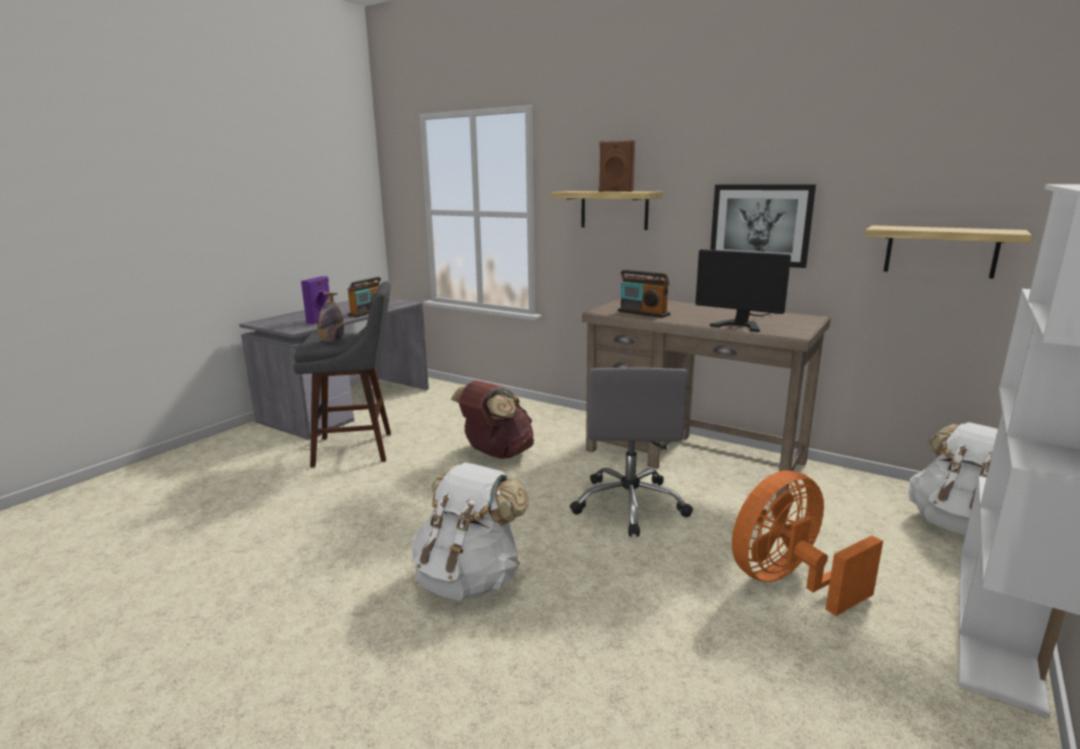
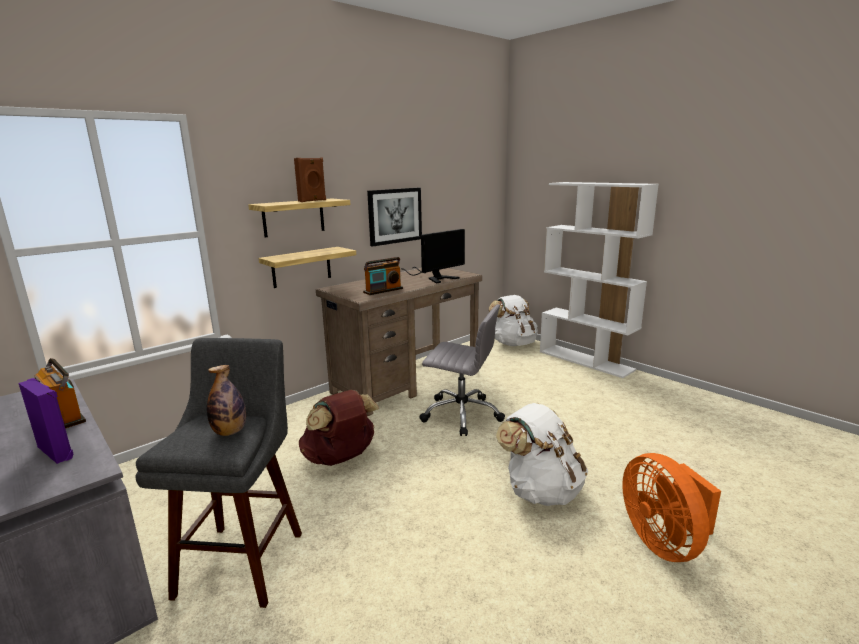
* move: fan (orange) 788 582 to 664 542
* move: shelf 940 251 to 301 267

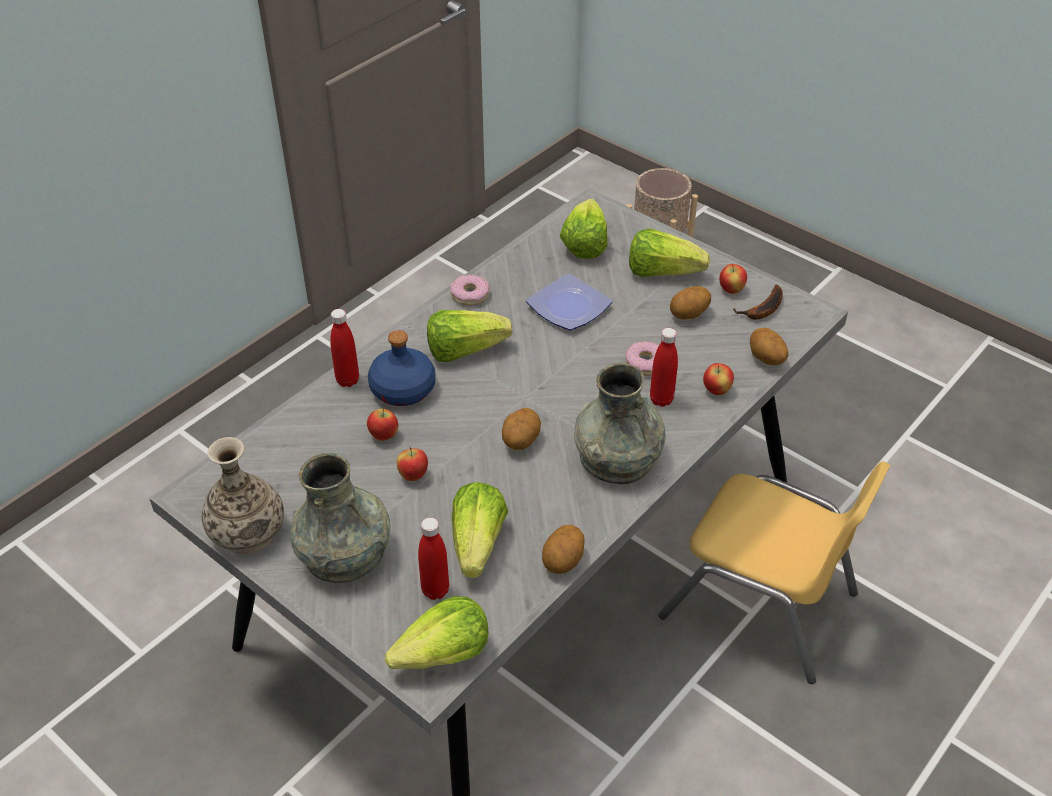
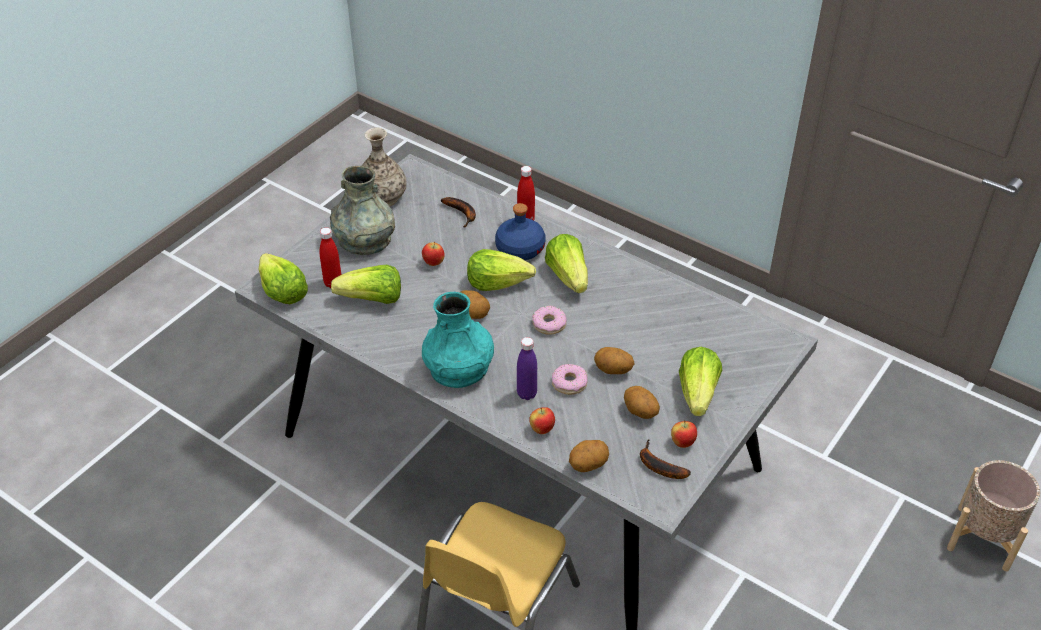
* delete: apple 383 436
* delete: plate 569 308
* insert: banana 462 213
* move: donut 470 295 to 549 324
* move: potato 563 561 to 613 370
* move: lettuce 584 244 to 498 282
* recolor: vase (grey) 617 457 to vase (turquoise) 459 368
* recolor: bottle (red) 661 399 to bottle (purple) 526 394

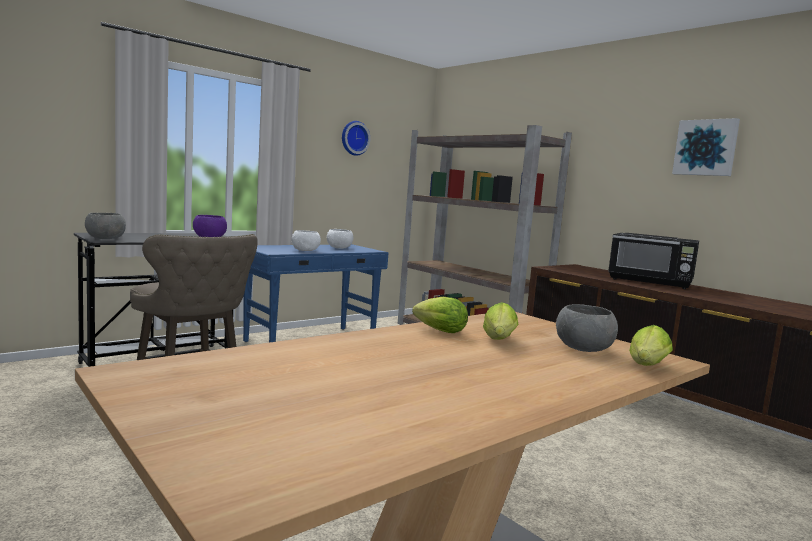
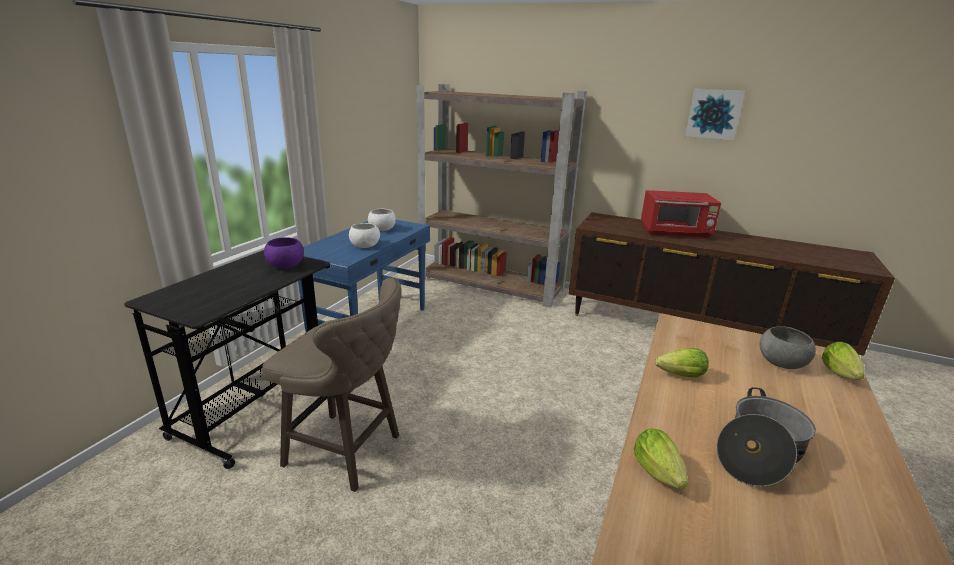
* delete: bowl (grey) 106 238
* delete: wall clock 354 138
* insert: cooking pot 758 454
* move: lettuce 498 341 to 659 476
* recolor: microwave (black) 651 282 to microwave (red) 675 232

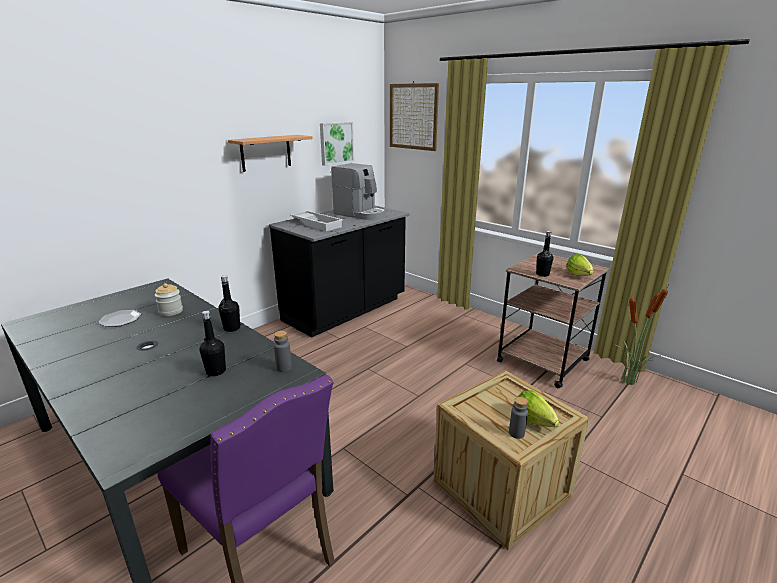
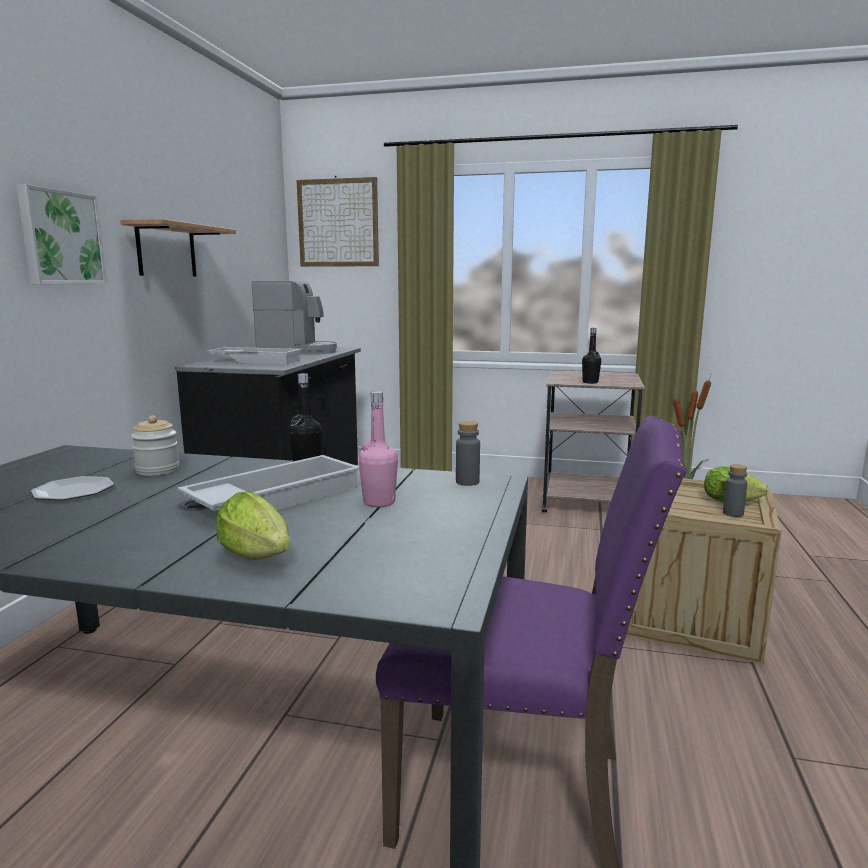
* insert: tray (white) 275 497
* move: picture 336 143 to 60 238
* move: lettuce 580 276 to 259 558
* recolor: bottle (black) 216 371 to bottle (pink) 379 502

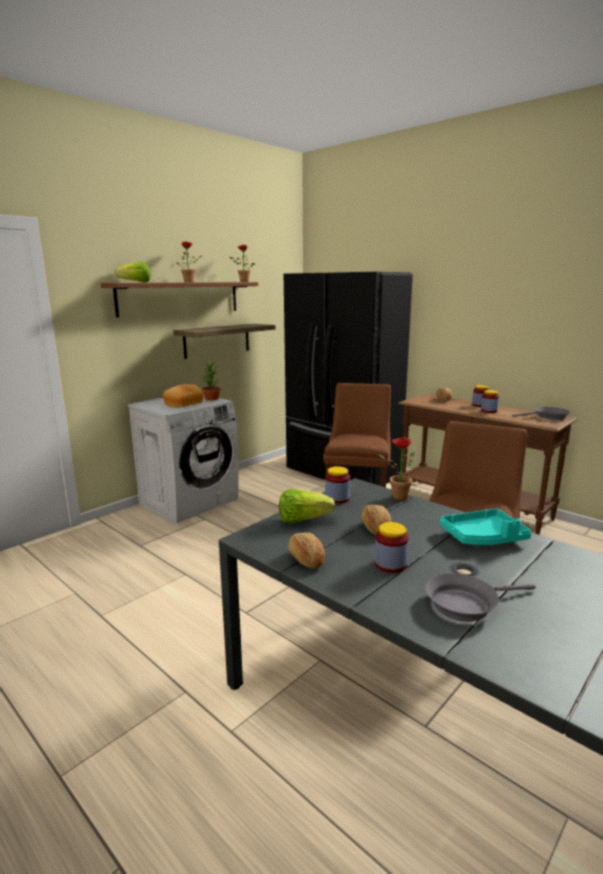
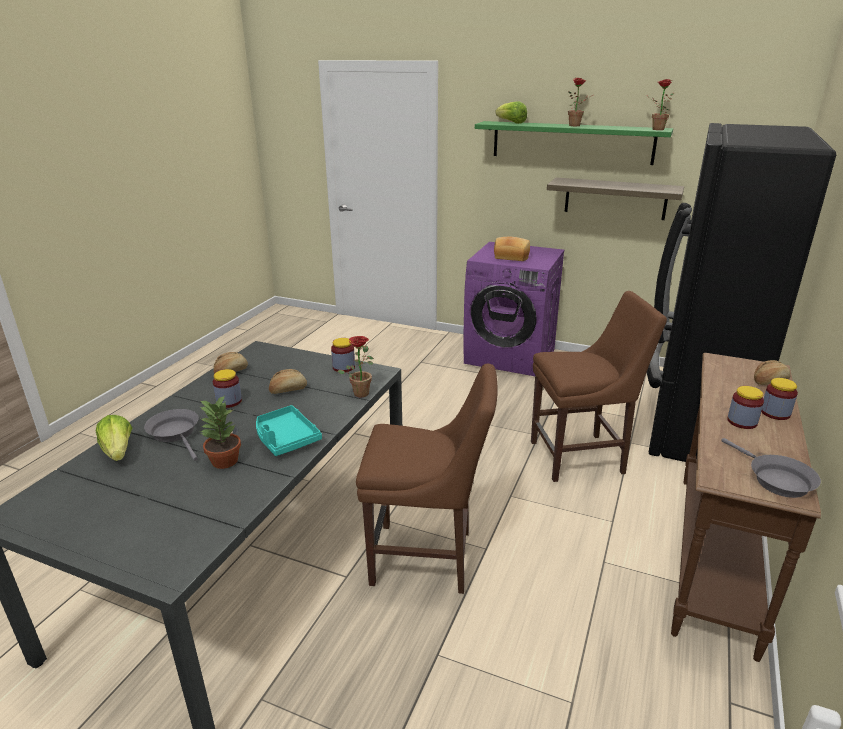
* move: potted plant 211 399 to 224 461
* move: lettuce 303 520 to 118 451
* recolor: shelf (brown) 180 298 to shelf (green) 571 142
* recolor: washing machine (white) 189 504 to washing machine (purple) 510 359

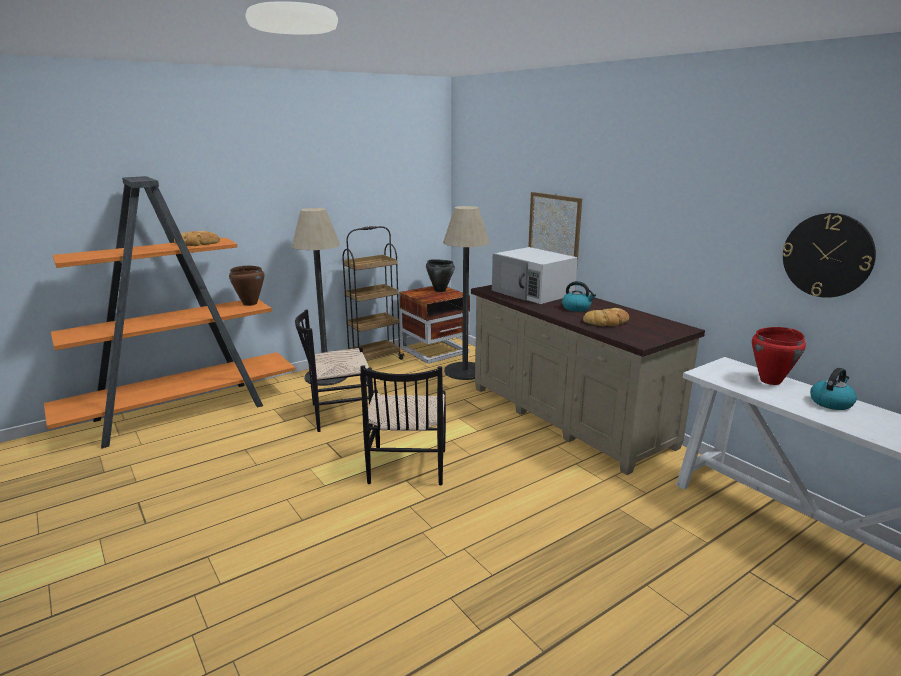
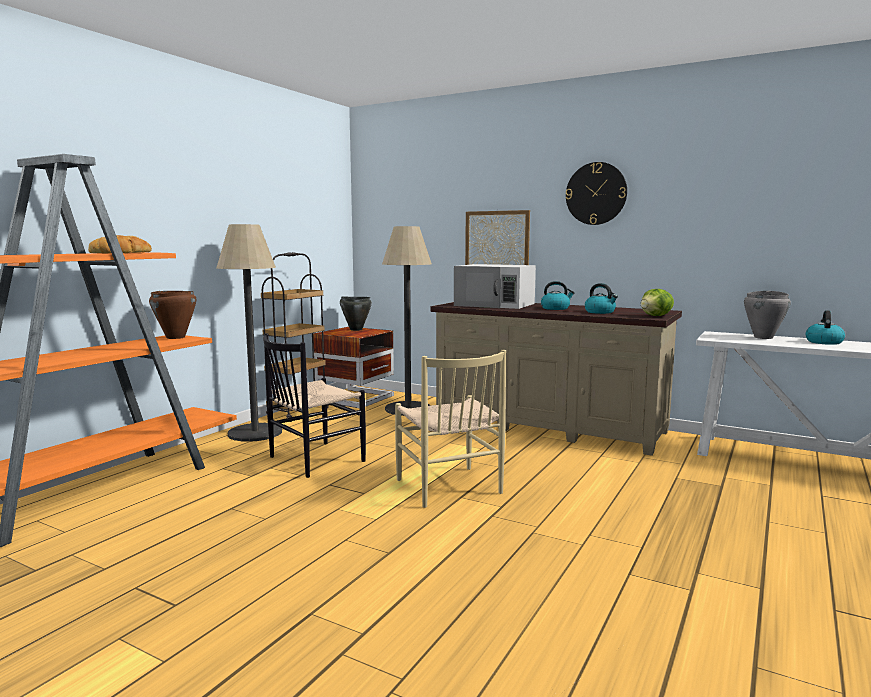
* insert: lettuce 656 316
* move: wall clock 827 255 to 596 193
* replace: bread 607 322 to kettle 600 312
* recolor: chair (black) 407 469 to chair (beige) 450 489
* recolor: cooking pot (red) 771 381 to cooking pot (grey) 763 337

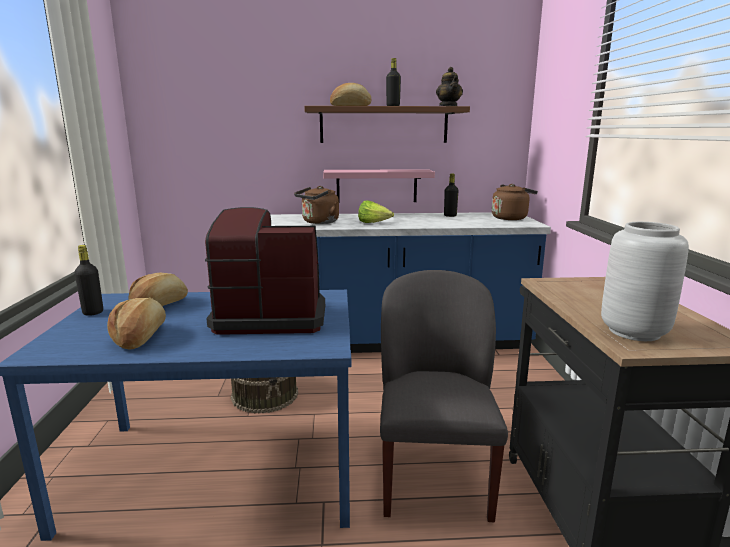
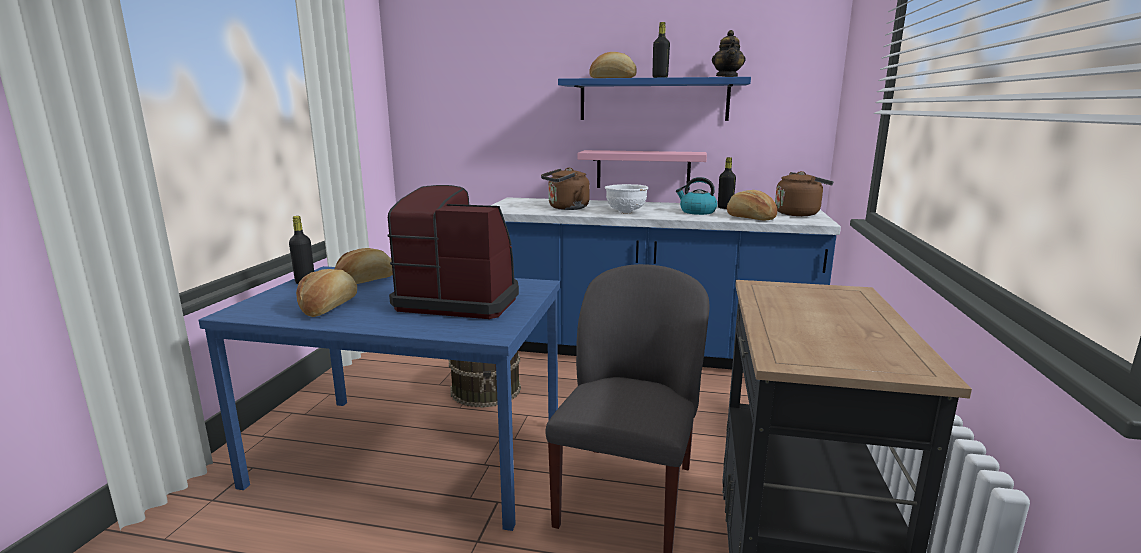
* delete: vase (grey) 634 332
* insert: kettle 697 212
* insert: bread 750 217
* replace: lettuce 373 223 to bowl (white) 625 212
* recolor: shelf (brown) 384 125 to shelf (blue) 653 100

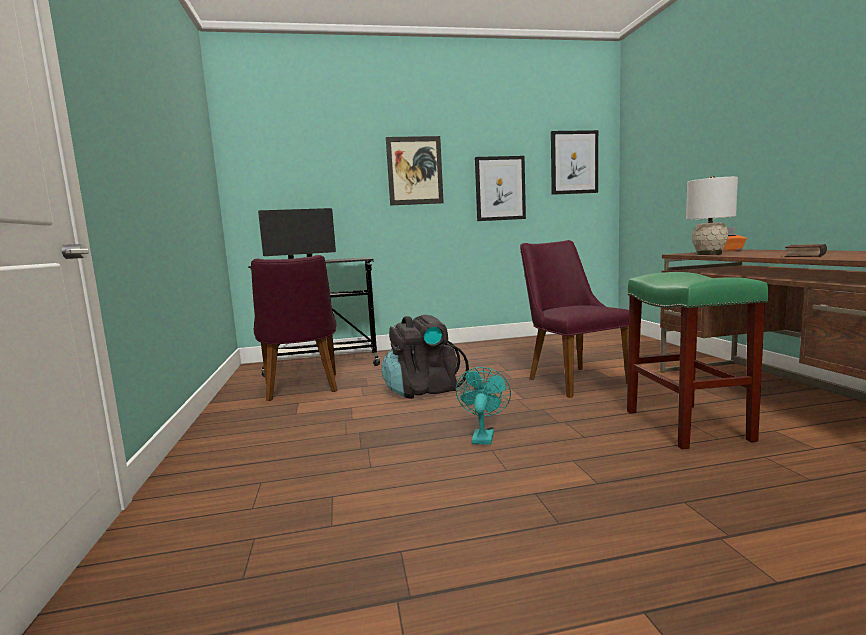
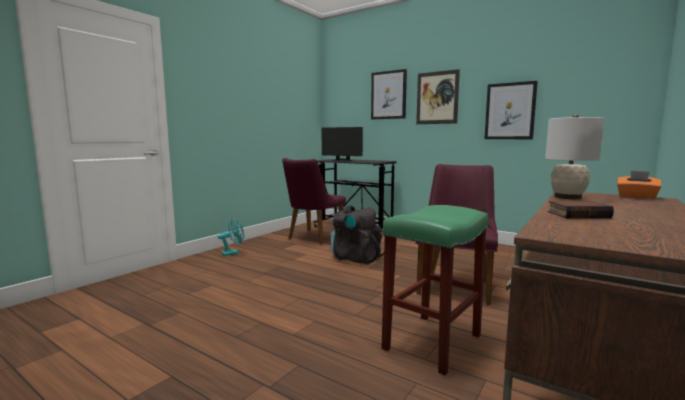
* move: fan (turquoise) 483 436 to 233 253
* move: picture 574 162 to 388 95

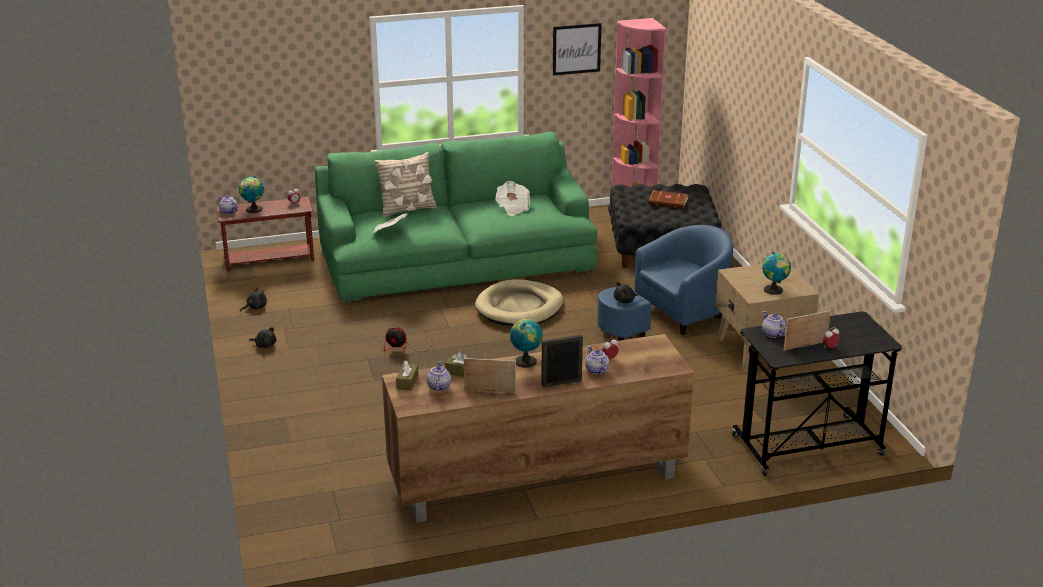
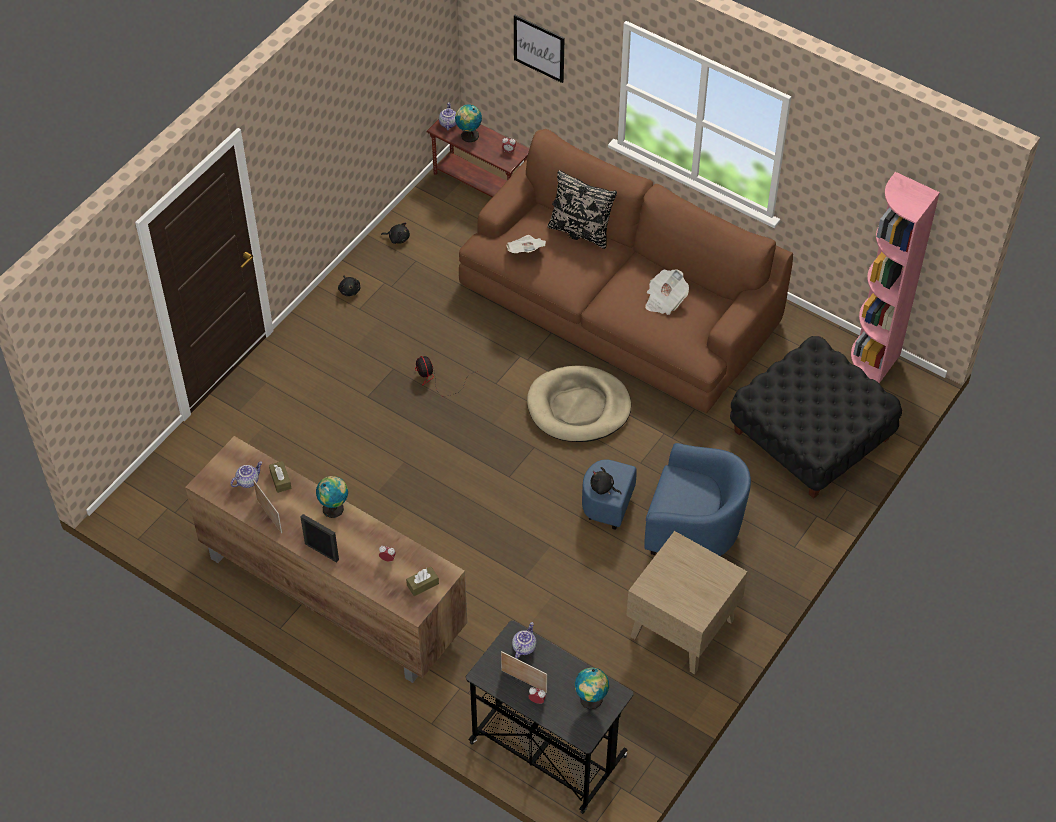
* delete: teapot 596 370
* delete: book (brown) 668 201
* move: tissue box (brown) 407 382 to 422 584
* move: picture 576 49 to 539 48
* move: globe 774 290 to 591 700
* recolor: sofa (green) 456 259 to sofa (brown) 619 303
* recolor: pillow (beige) 407 210 to pillow (black) 580 232

